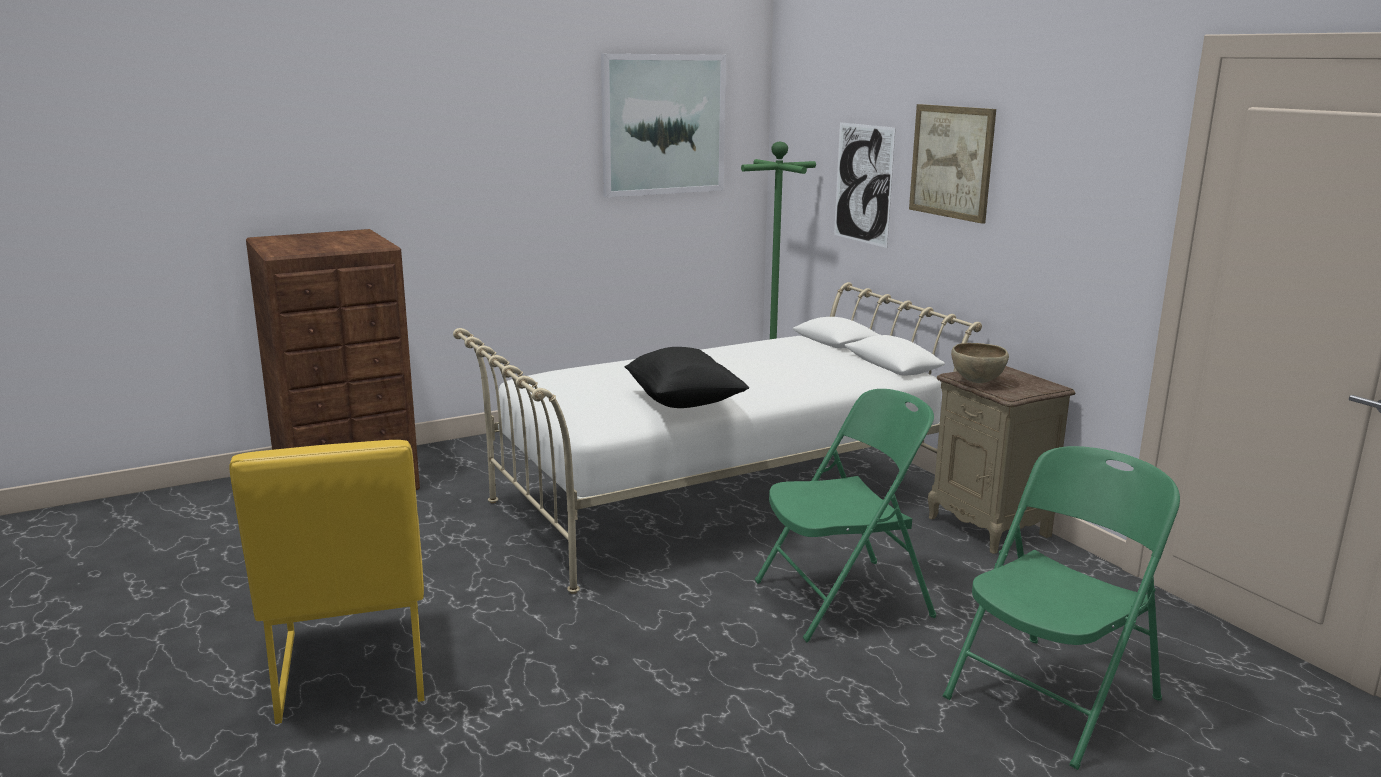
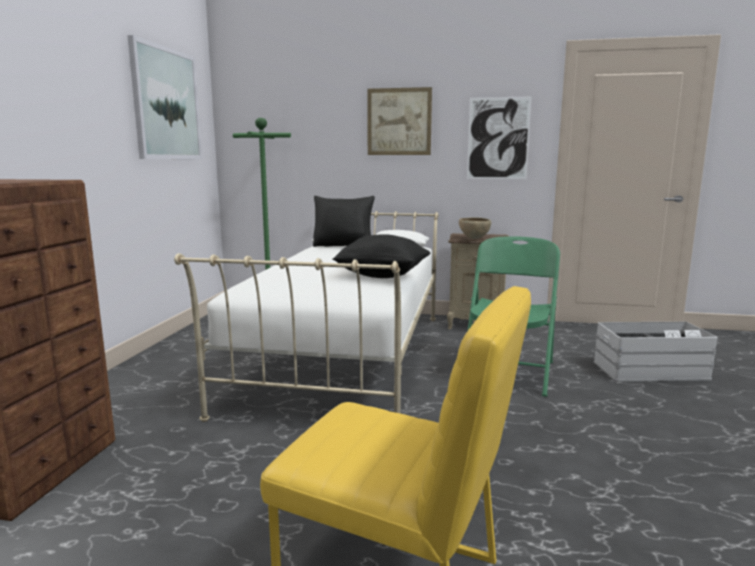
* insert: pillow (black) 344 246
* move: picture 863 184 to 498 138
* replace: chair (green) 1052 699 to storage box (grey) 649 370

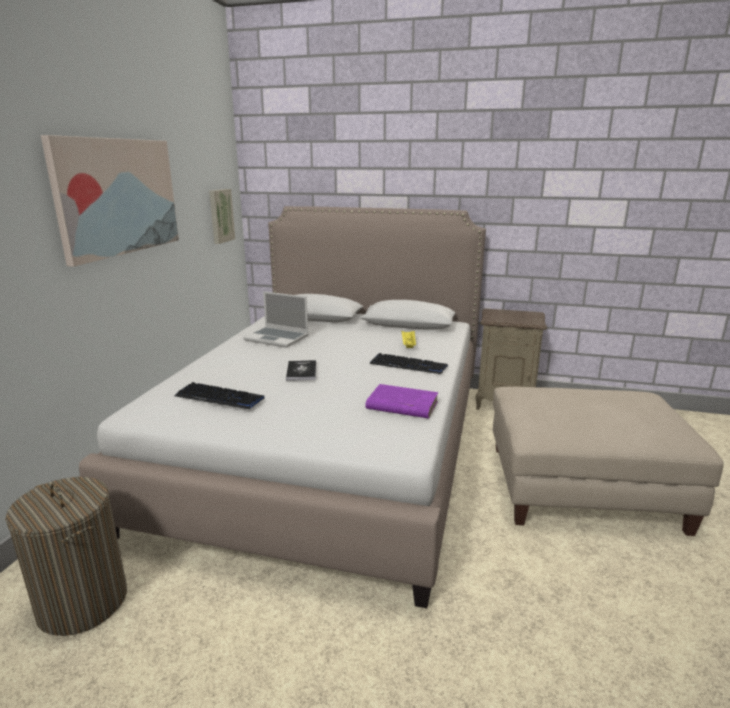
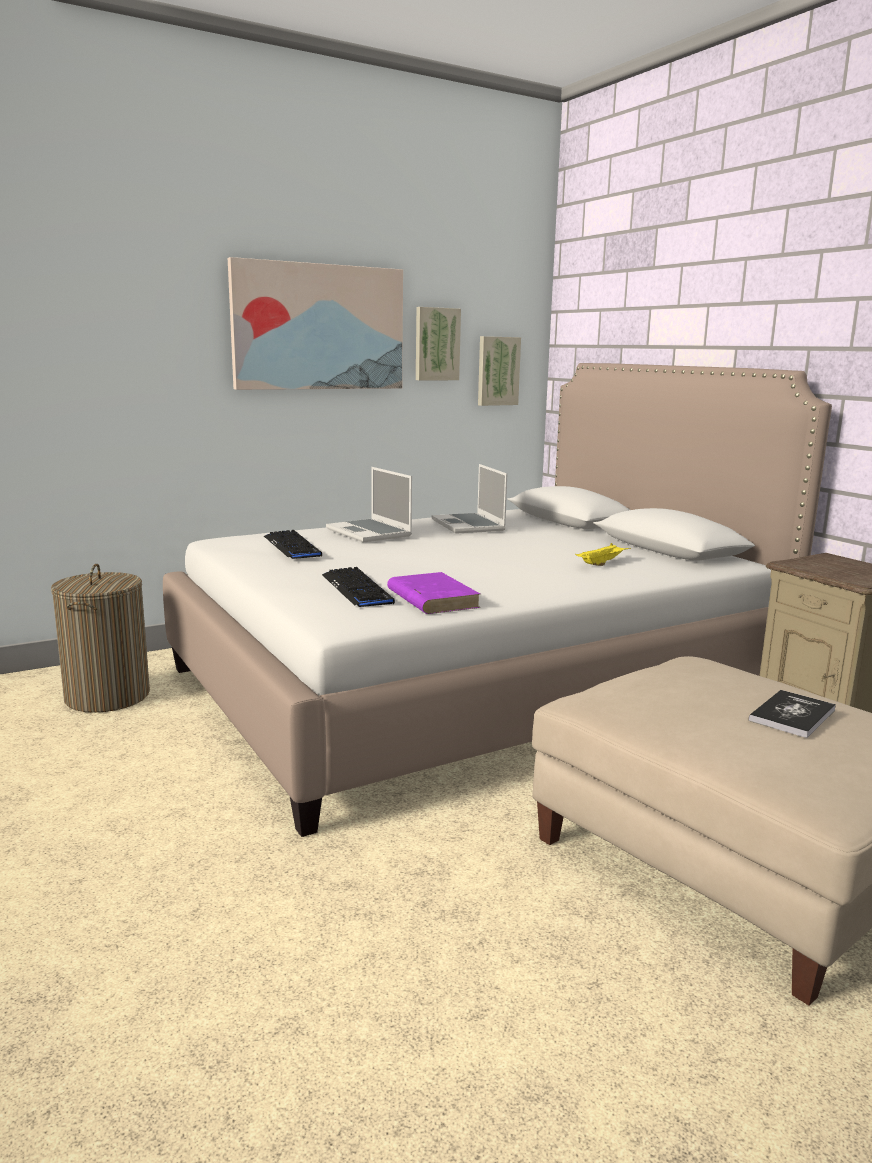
* insert: laptop 370 533
* insert: picture 436 344
* move: book 301 371 to 792 715
* move: keyboard 408 365 to 357 589

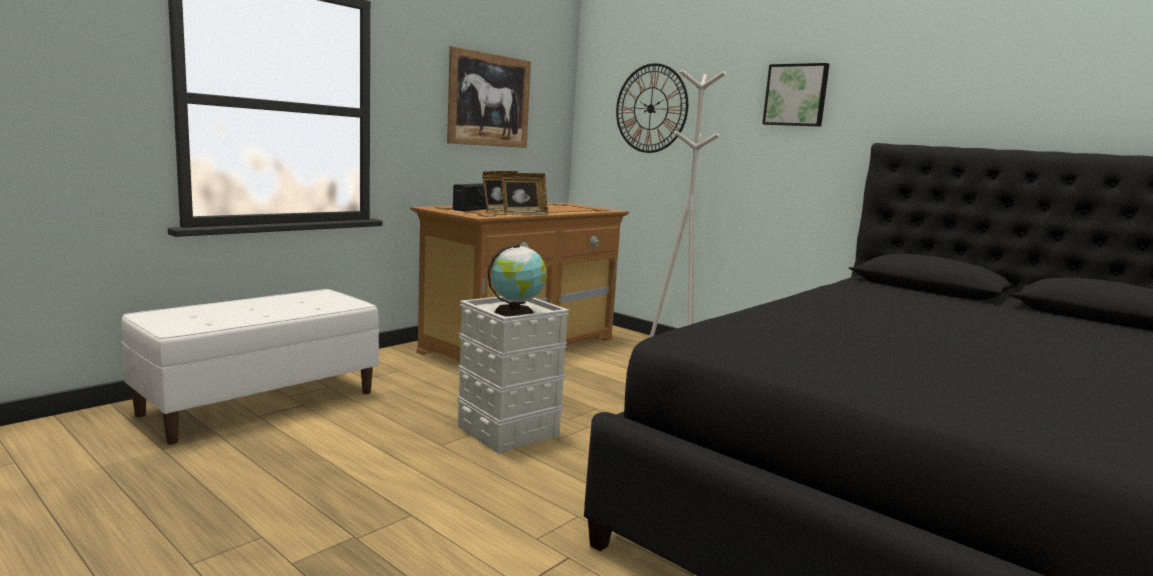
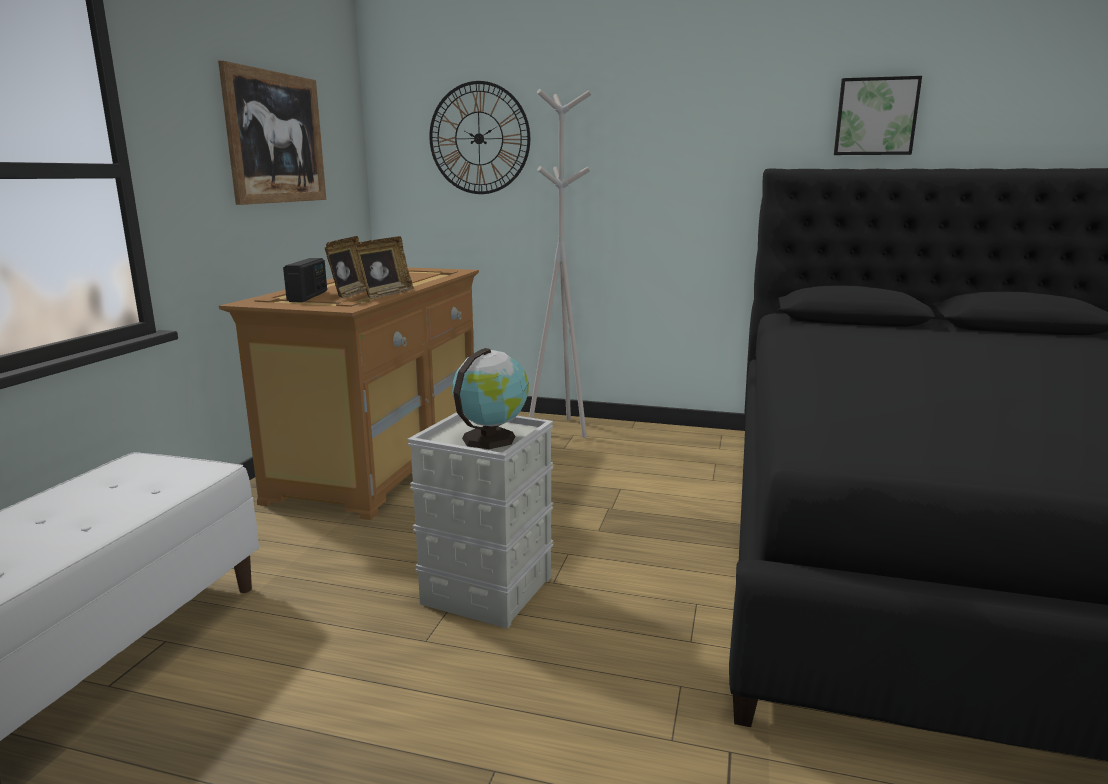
* move: picture 796 95 to 875 117

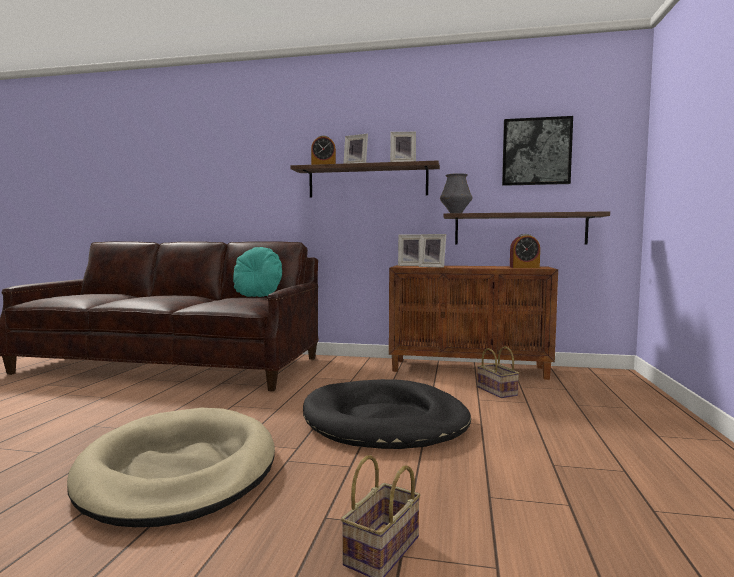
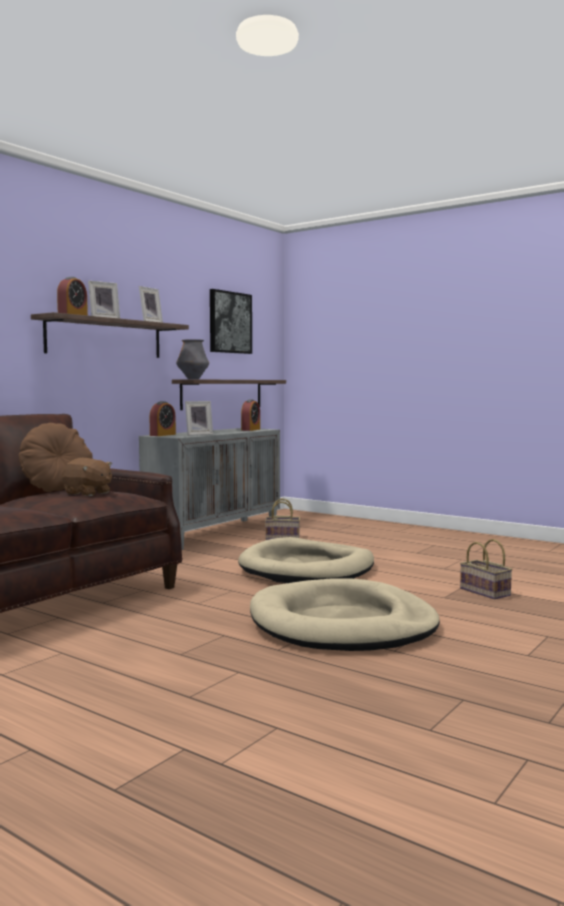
* insert: plush toy (brown) 88 493
* replace: picture frame 410 265 to alarm clock 162 435
* recolor: pillow (turquoise) 258 296 to pillow (brown) 57 490
* recolor: dog bed (black) 385 421 to dog bed (beige) 307 568
* recolor: cabinet (brown) 469 369 to cabinet (grey) 214 533

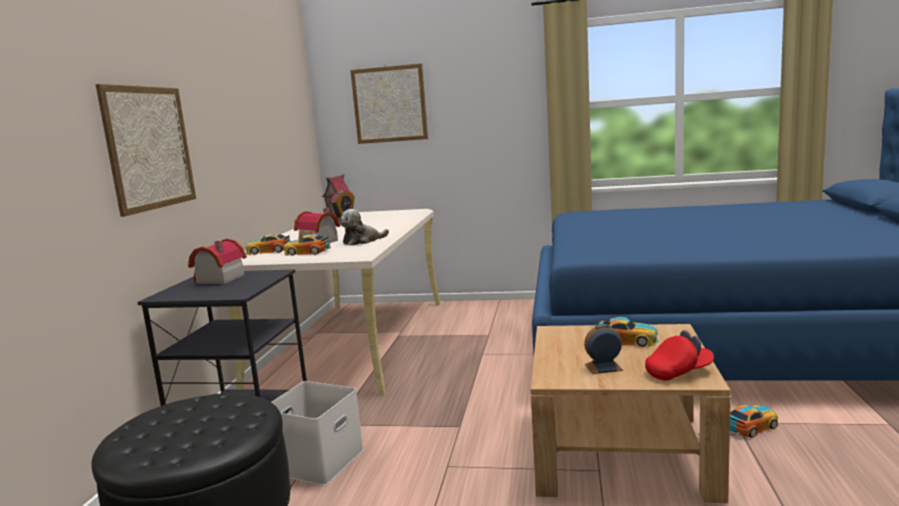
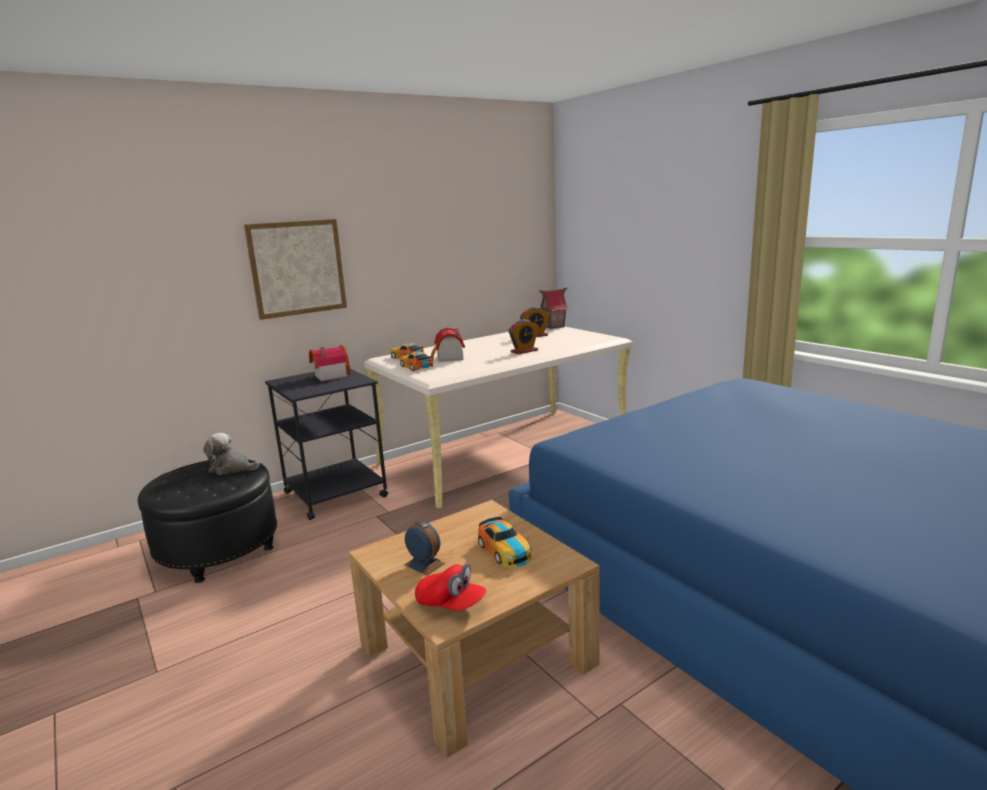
* delete: storage box (white) 318 462
* delete: picture 389 103
* delete: toy car 751 426
* insert: alarm clock 524 351
* move: plush toy 362 241 to 231 468

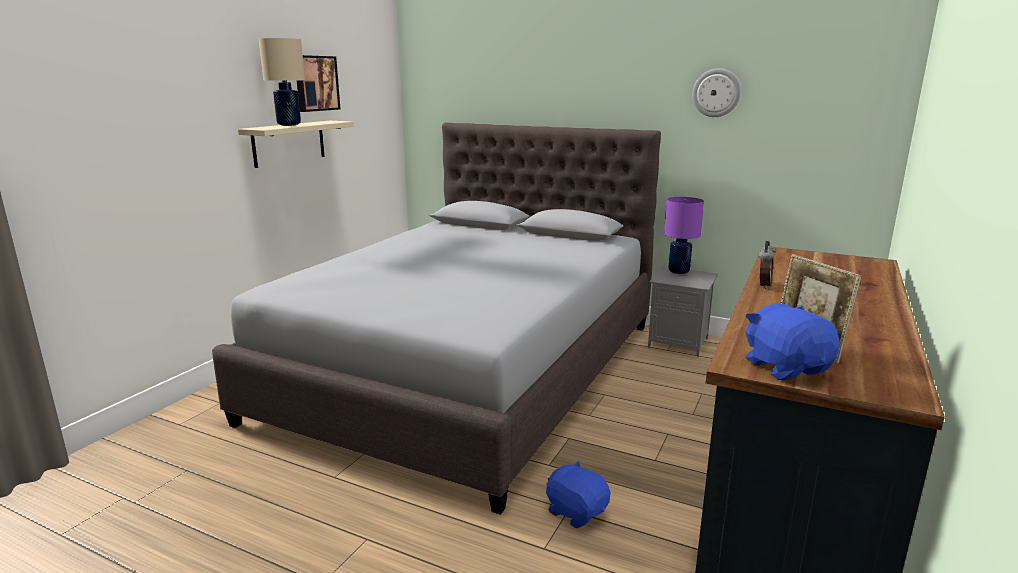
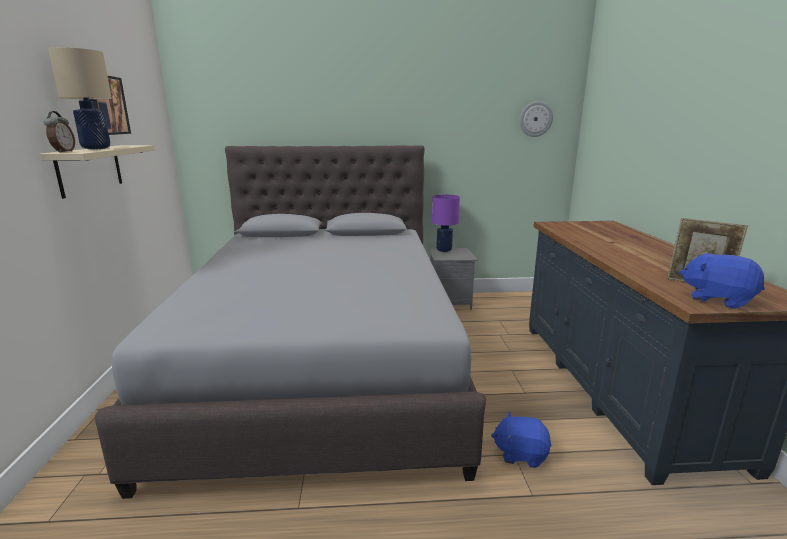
* move: wall clock 716 93 to 535 119
* move: alarm clock 763 285 to 63 152

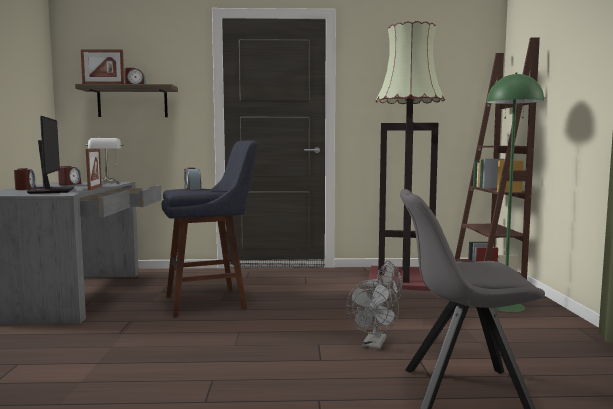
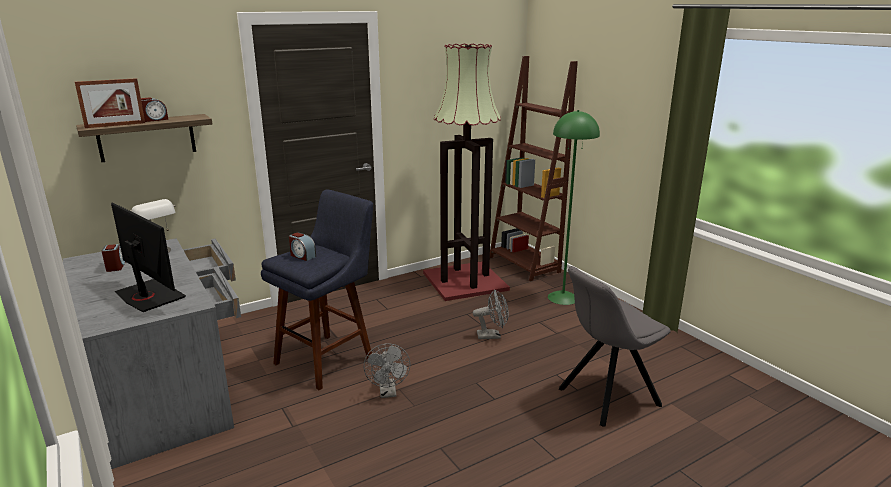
* delete: alarm clock 25 188
* delete: picture frame 95 188
* move: fan (grey) 373 345 to 388 392

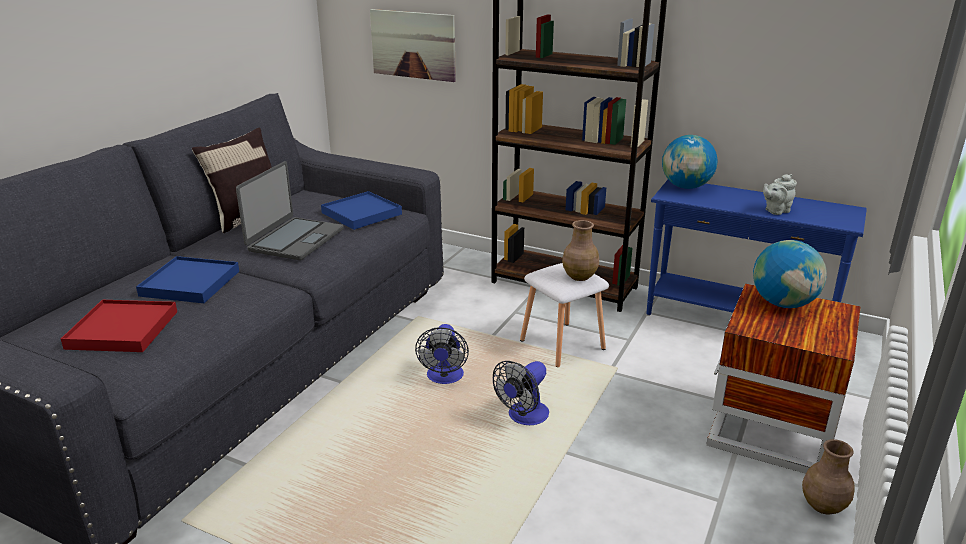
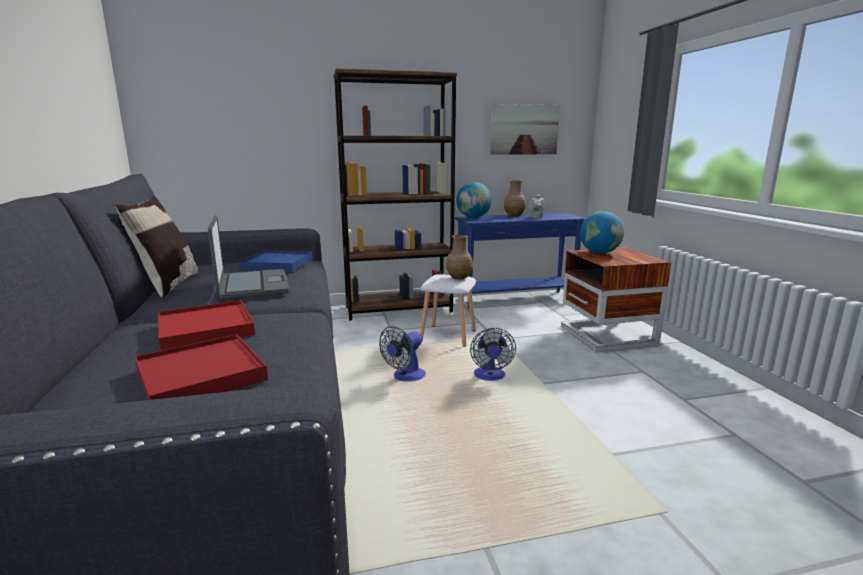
* move: picture 413 45 to 524 129
* move: vase (brown) 822 506 to 514 215
* recolor: tray (blue) 190 283 to tray (red) 206 328
* rotate: fan 444 378 = 405 377 75 degrees clockwise

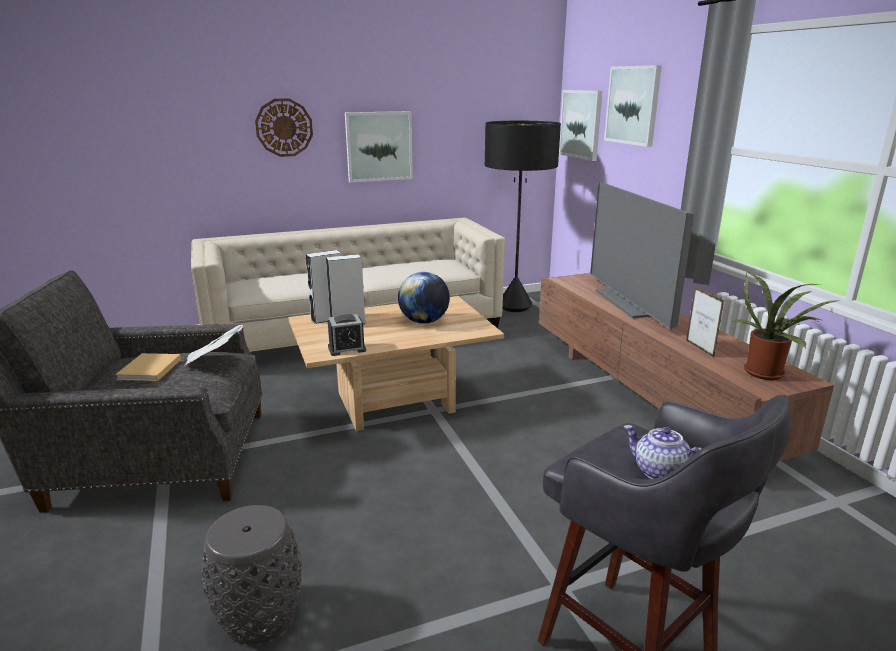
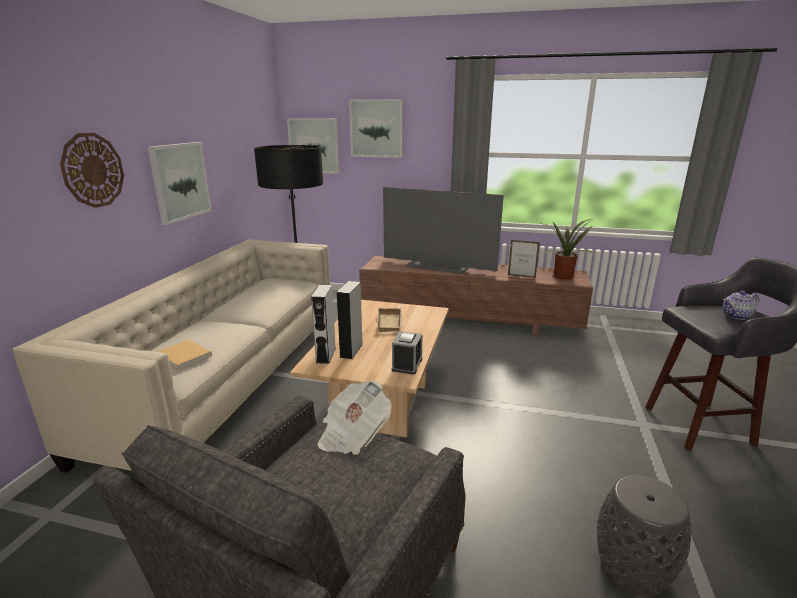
* move: book (beige) 149 370 to 185 356
* replace: globe 424 321 to tray (beige) 391 323

